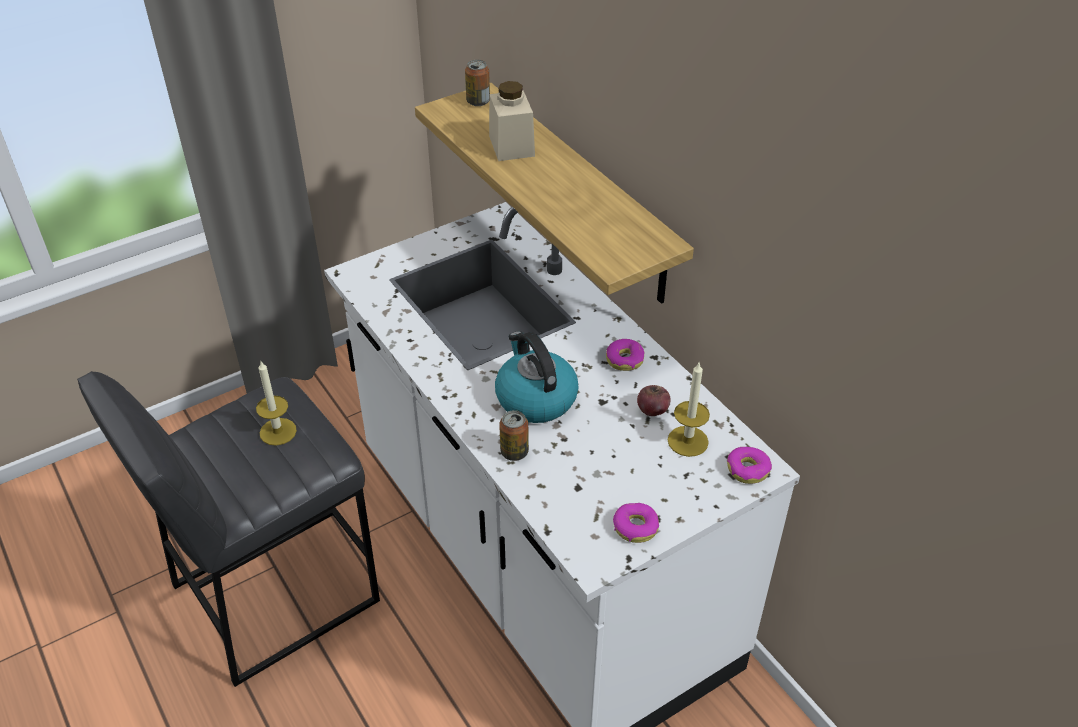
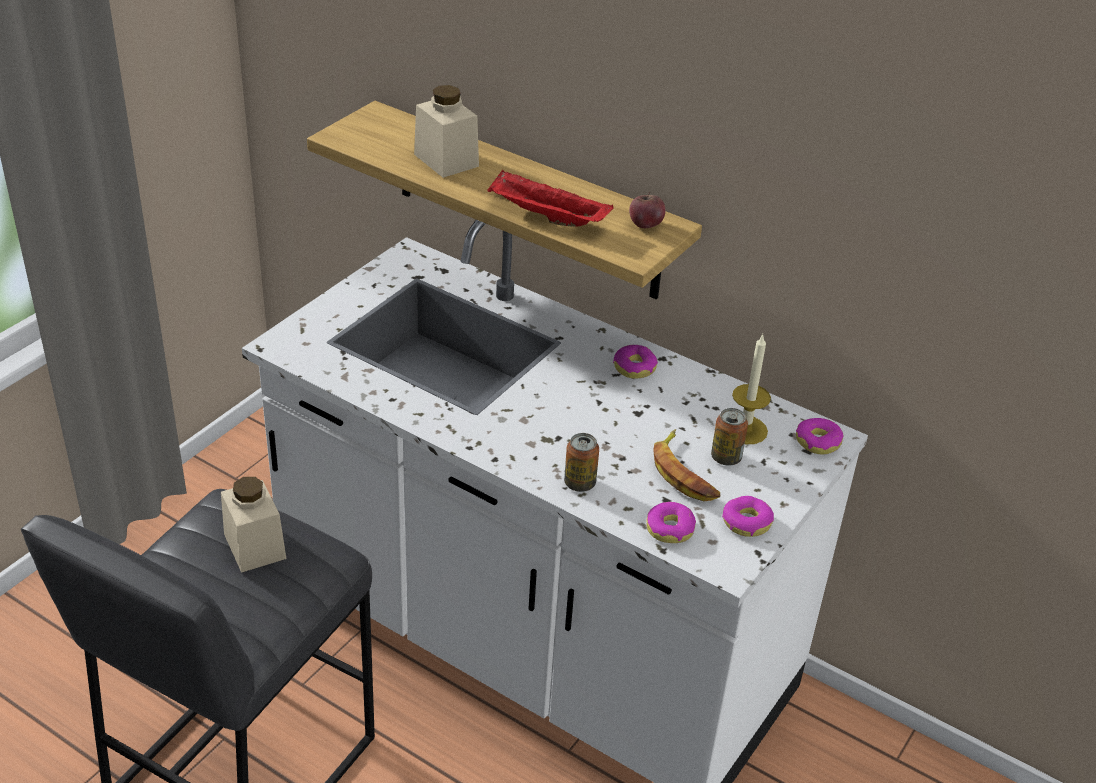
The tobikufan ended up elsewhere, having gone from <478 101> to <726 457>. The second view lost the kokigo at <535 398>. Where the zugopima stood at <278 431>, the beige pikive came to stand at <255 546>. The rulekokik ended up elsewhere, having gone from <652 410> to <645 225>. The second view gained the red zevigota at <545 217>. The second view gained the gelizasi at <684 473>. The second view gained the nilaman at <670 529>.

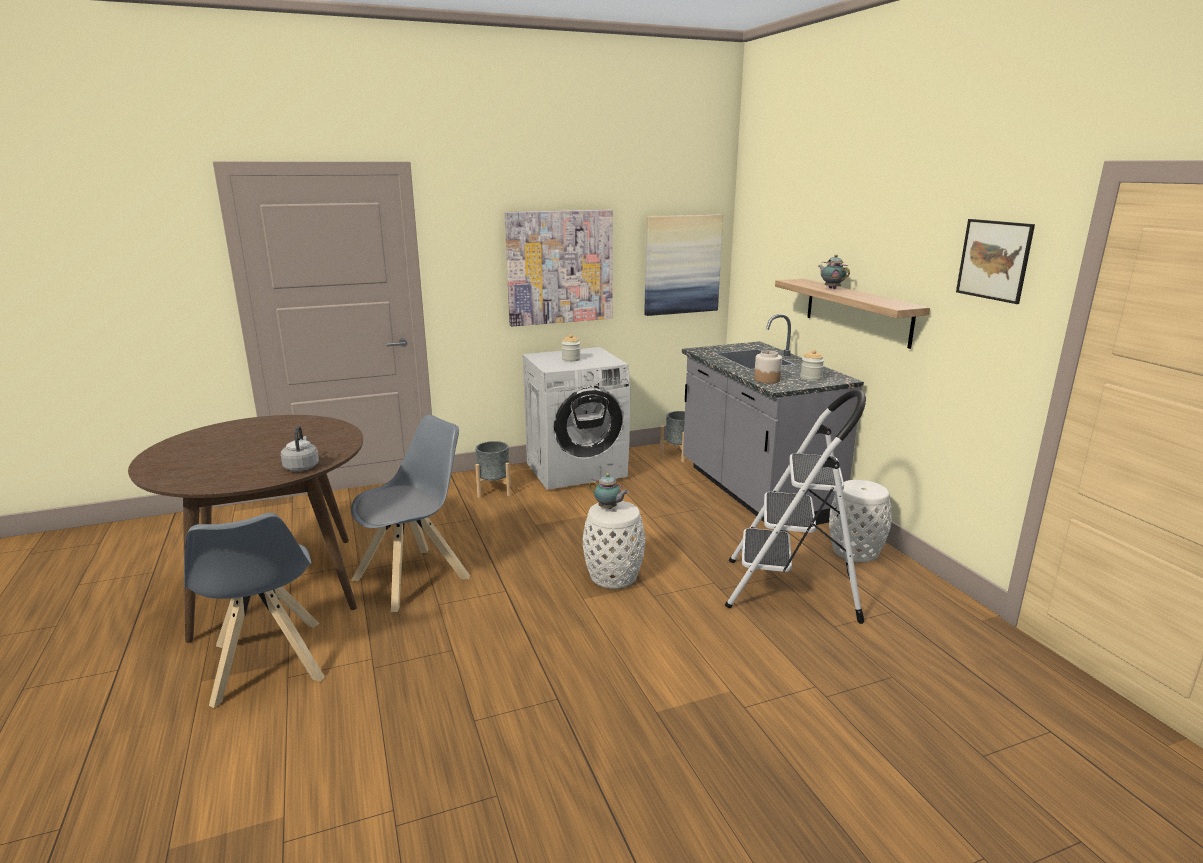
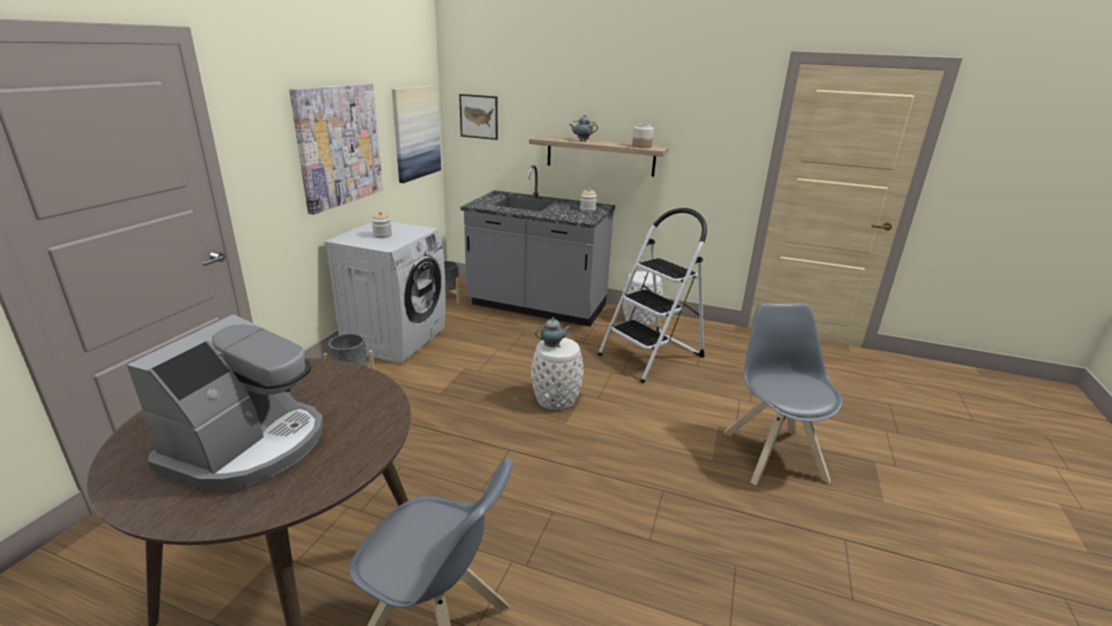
The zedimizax ended up elsewhere, having gone from <994 260> to <479 116>. The pikive ended up elsewhere, having gone from <766 379> to <641 146>. The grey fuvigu ended up elsewhere, having gone from <414 577> to <773 453>. The second view lost the grey kokigo at <302 466>. The second view gained the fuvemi at <248 446>.

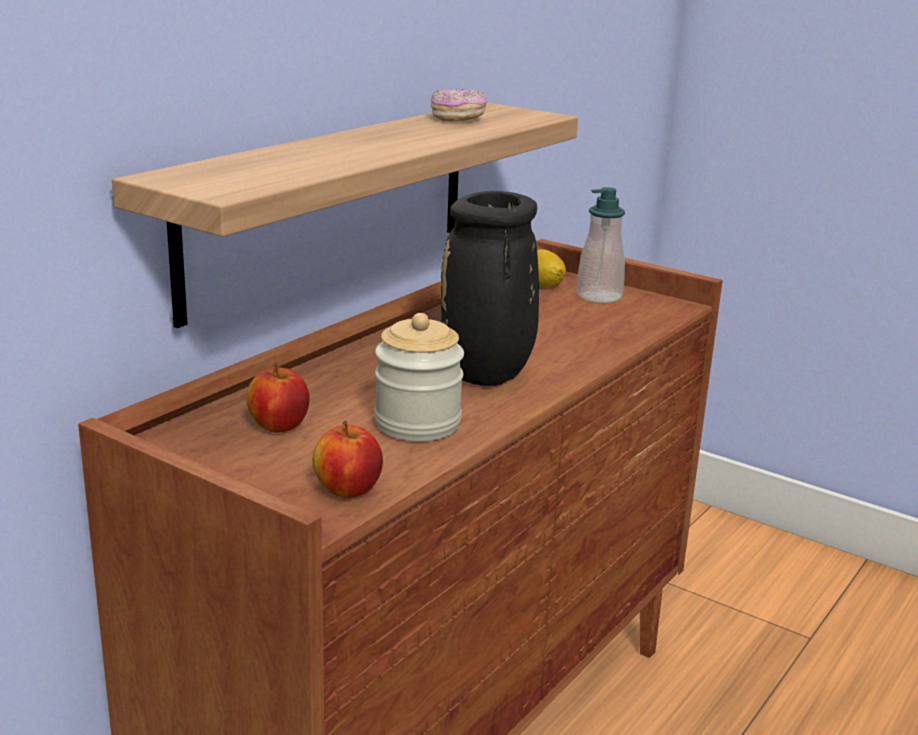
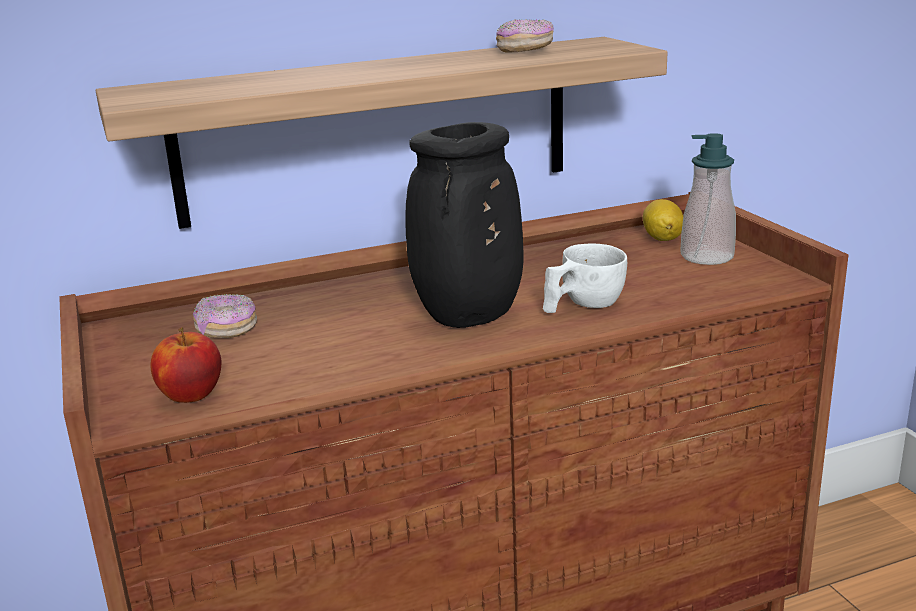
The second view lost the pikive at <417 424>. Where the rulekokik stood at <278 427>, the nilaman came to stand at <226 330>. The second view gained the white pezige at <581 305>.

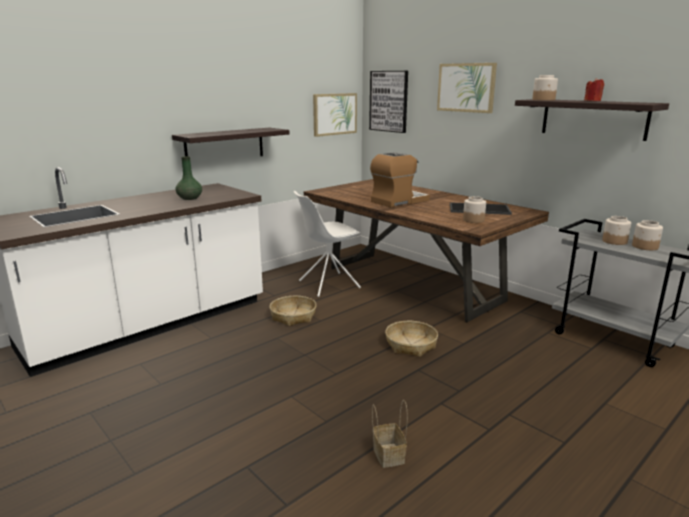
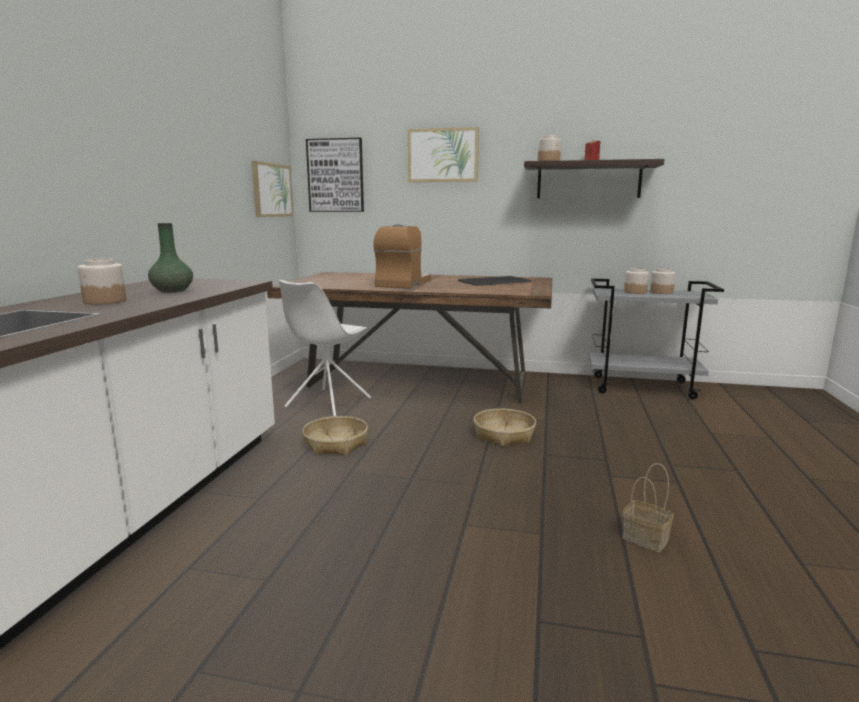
The second view lost the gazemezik at <225 145>. The pikive ended up elsewhere, having gone from <473 220> to <104 301>.

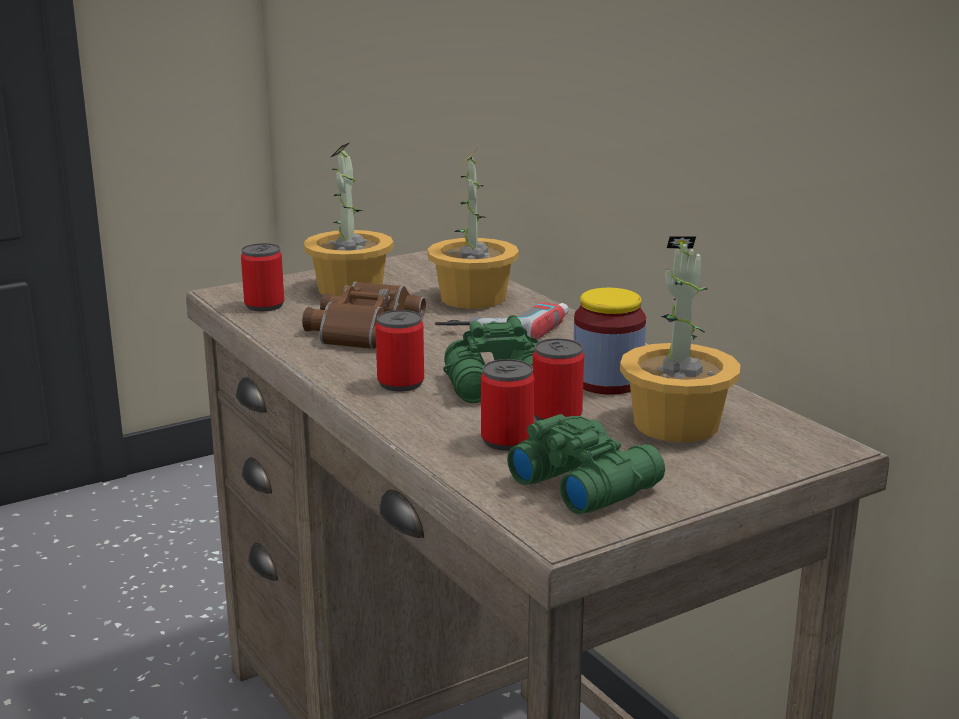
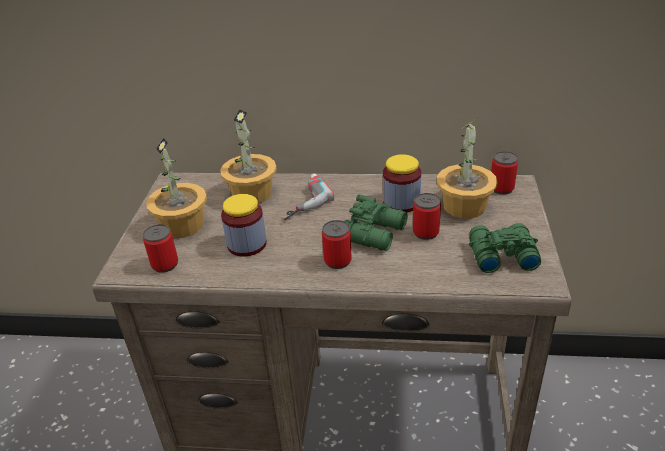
Where the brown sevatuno stood at <361 328>, the pikive came to stand at <247 244>. The tobikufan ended up elsewhere, having gone from <507 440> to <501 188>.

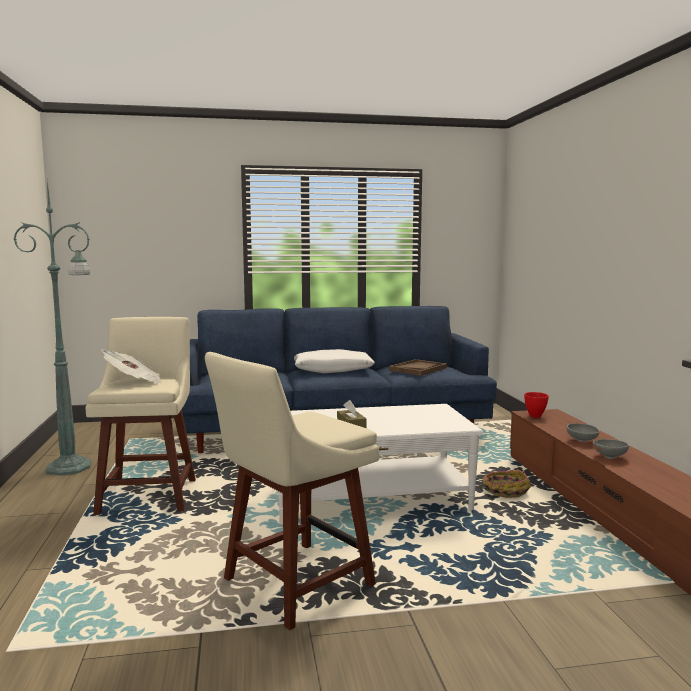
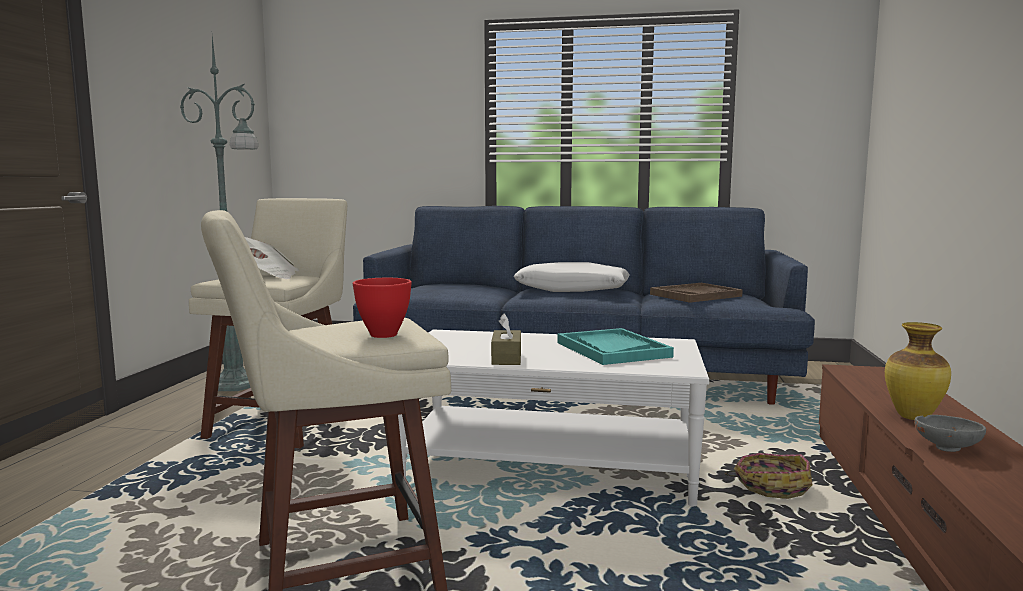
The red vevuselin ended up elsewhere, having gone from <535 416> to <385 335>. Where the grey vevuselin stood at <582 441>, the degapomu came to stand at <912 417>. The second view gained the turquoise zevigota at <612 349>.

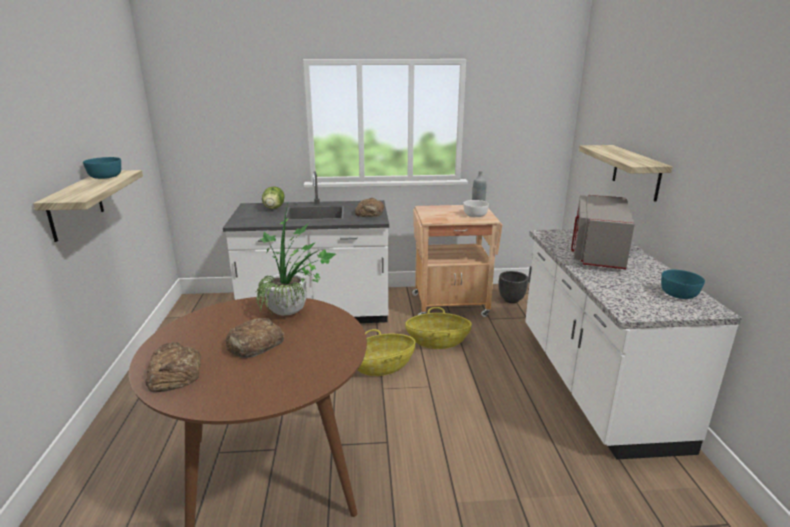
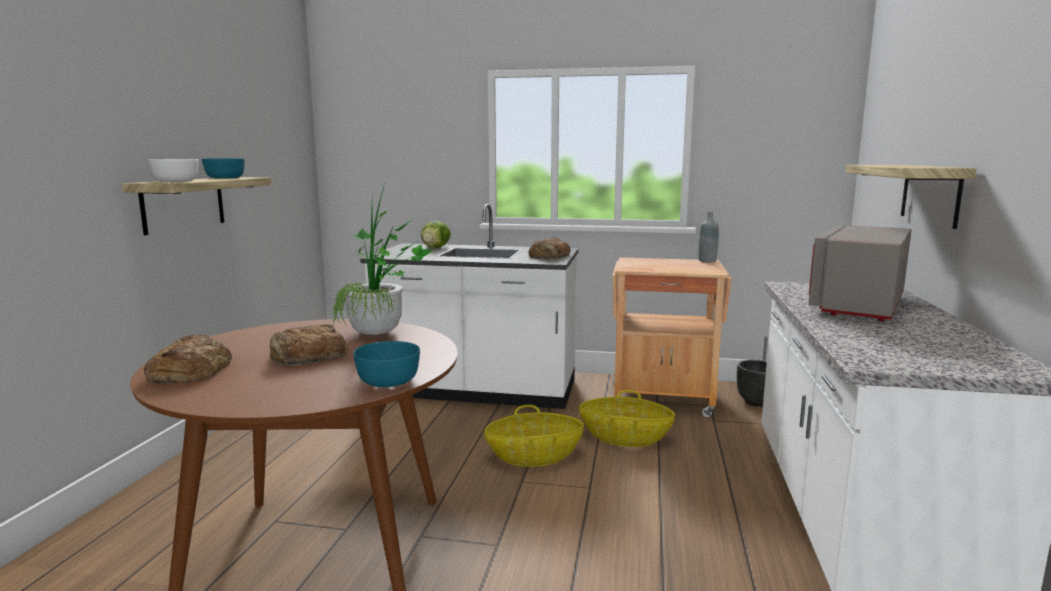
The white vevuselin ended up elsewhere, having gone from <475 215> to <177 181>. The turquoise vevuselin ended up elsewhere, having gone from <679 294> to <387 381>.

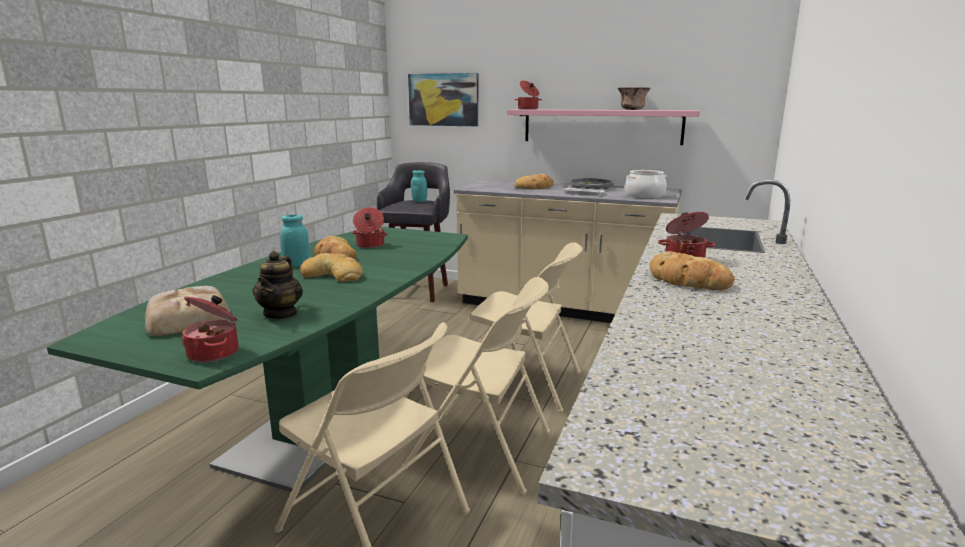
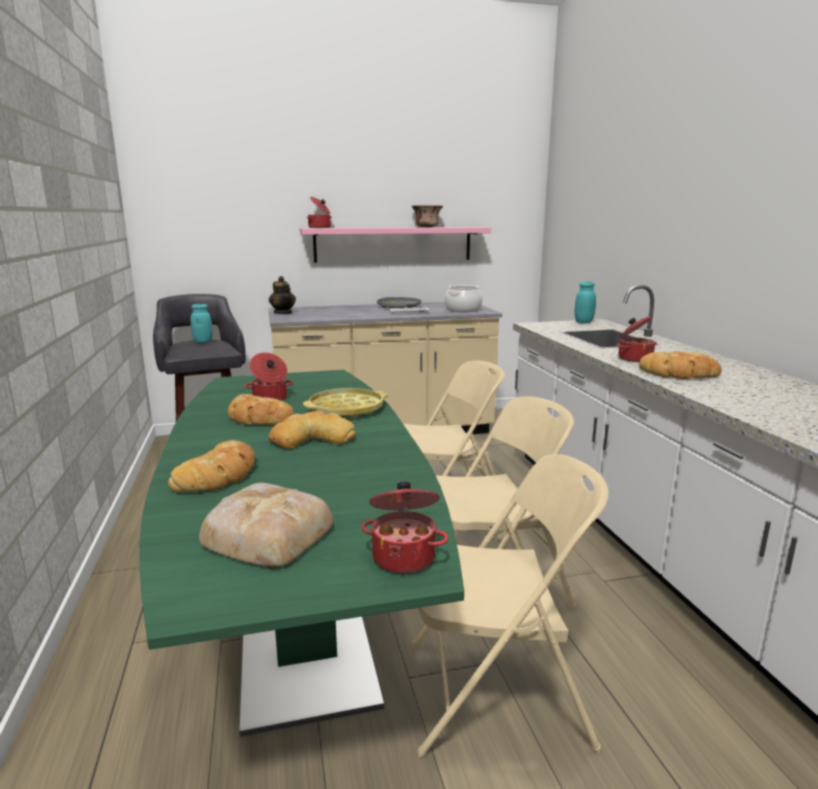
The second view lost the zedimizax at <443 100>. The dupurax ended up elsewhere, having gone from <535 187> to <219 475>. The turquoise pikive ended up elsewhere, having gone from <296 264> to <584 322>. The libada ended up elsewhere, having gone from <281 314> to <283 313>. The second view gained the yellow zevigota at <346 409>.

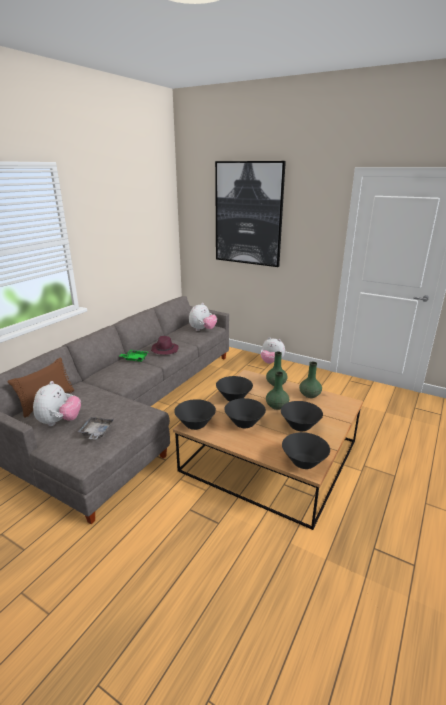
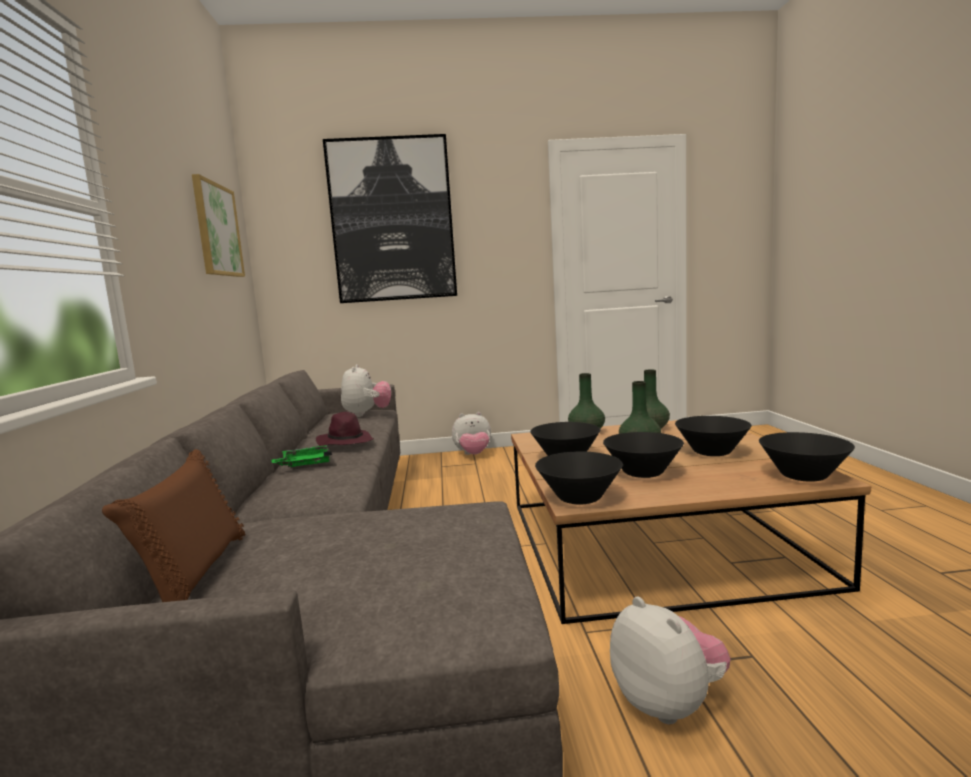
The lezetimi ended up elsewhere, having gone from <59 422> to <668 703>. The second view lost the grey zevigota at <96 432>. The second view gained the zedimizax at <217 230>.

